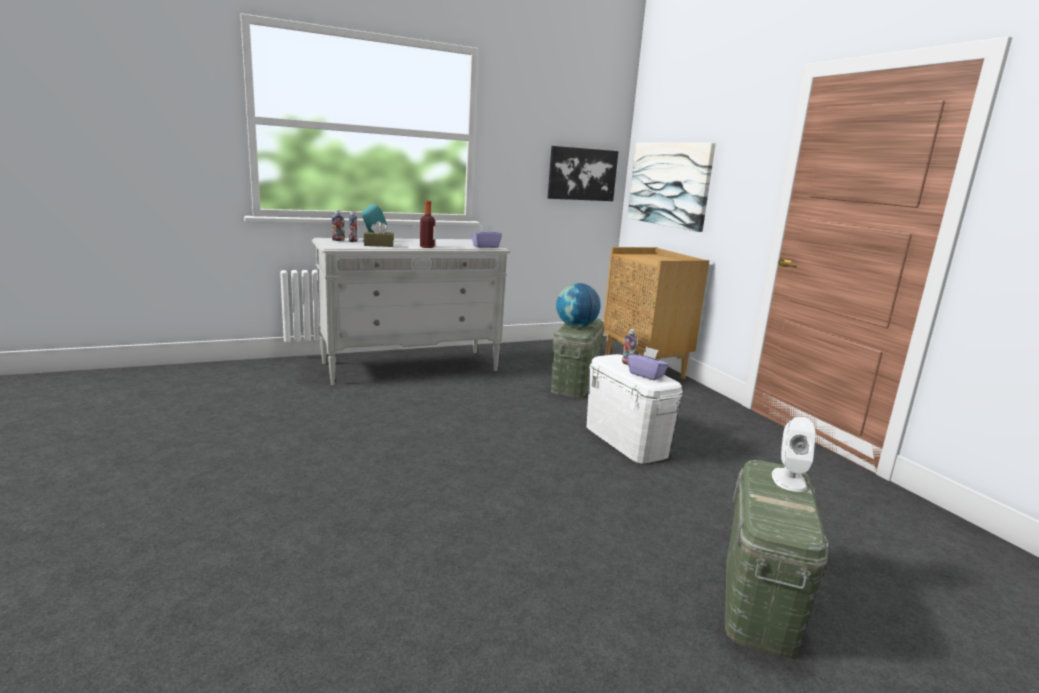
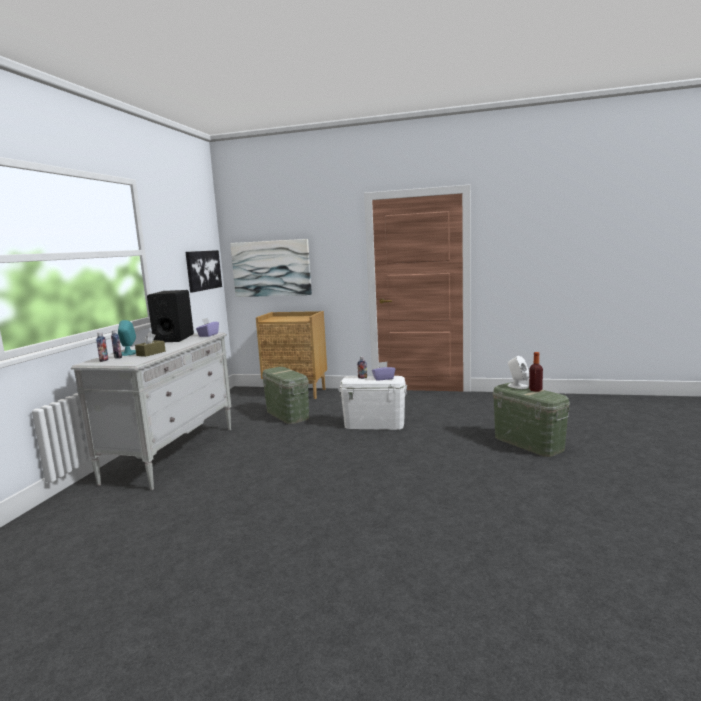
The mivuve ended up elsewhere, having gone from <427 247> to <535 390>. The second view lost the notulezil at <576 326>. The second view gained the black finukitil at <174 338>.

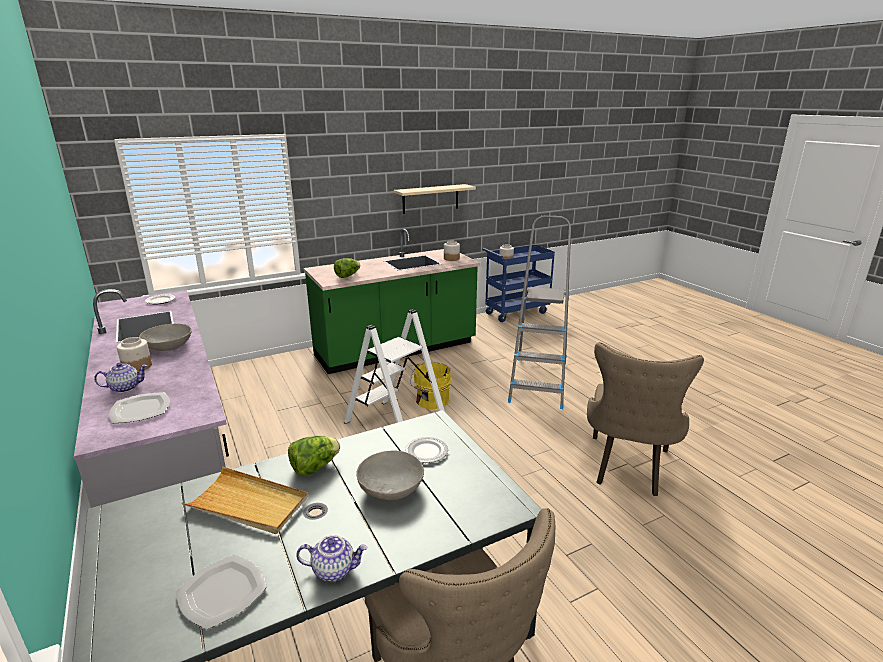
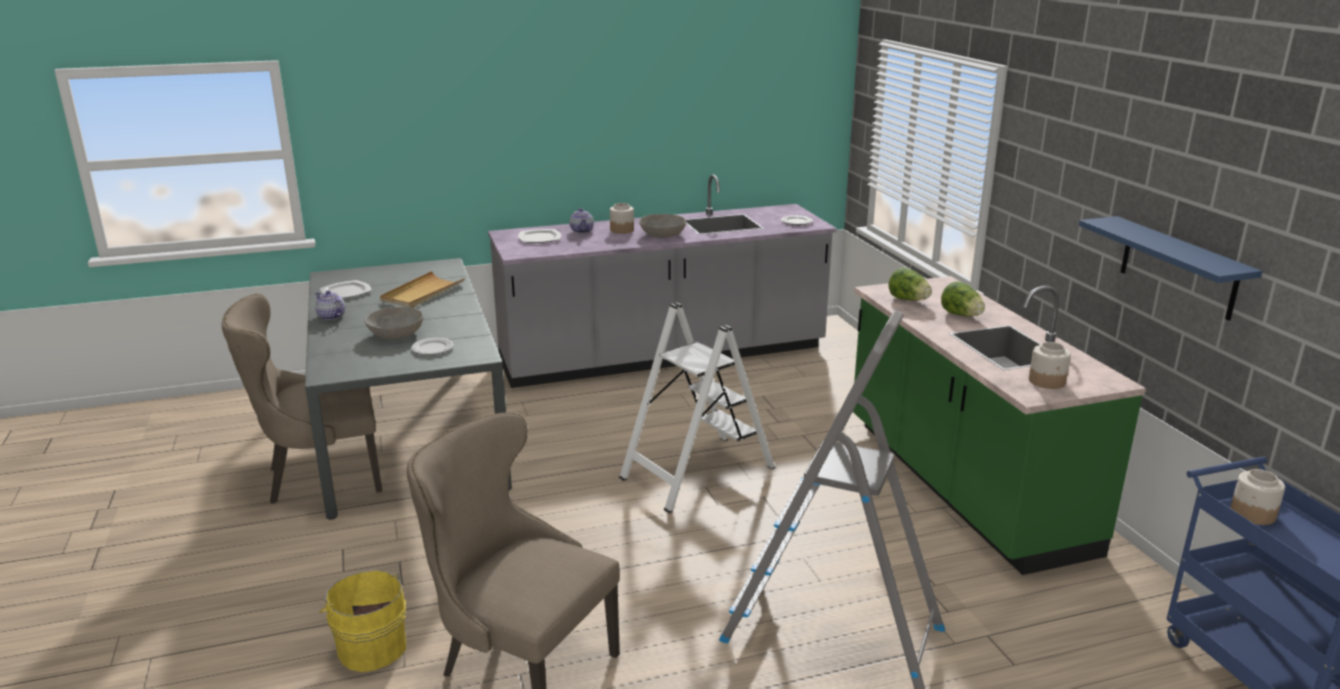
What was the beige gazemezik at <430 199> turned into the blue gazemezik at <1178 268>. The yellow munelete ended up elsewhere, having gone from <431 401> to <371 647>. The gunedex ended up elsewhere, having gone from <314 467> to <961 315>. The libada at <334 570> ended up facing another way, 120 degrees clockwise from before.

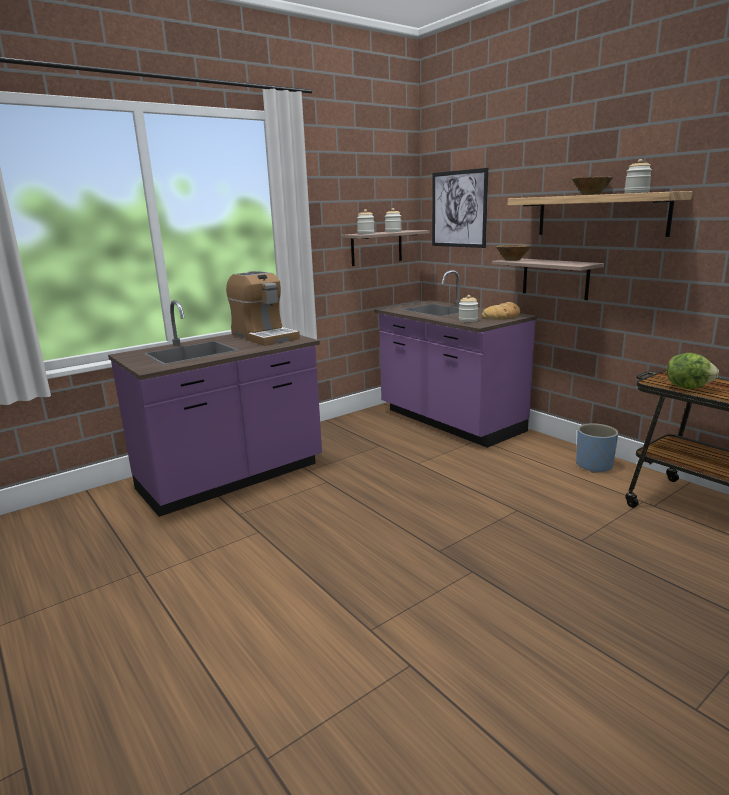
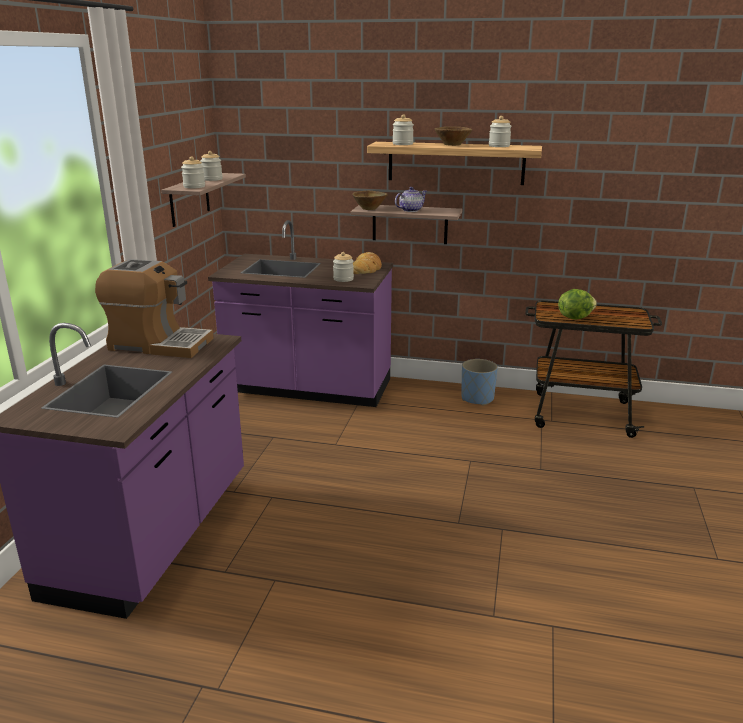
The second view lost the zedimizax at <458 209>. The second view gained the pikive at <402 144>. The second view gained the libada at <410 210>.

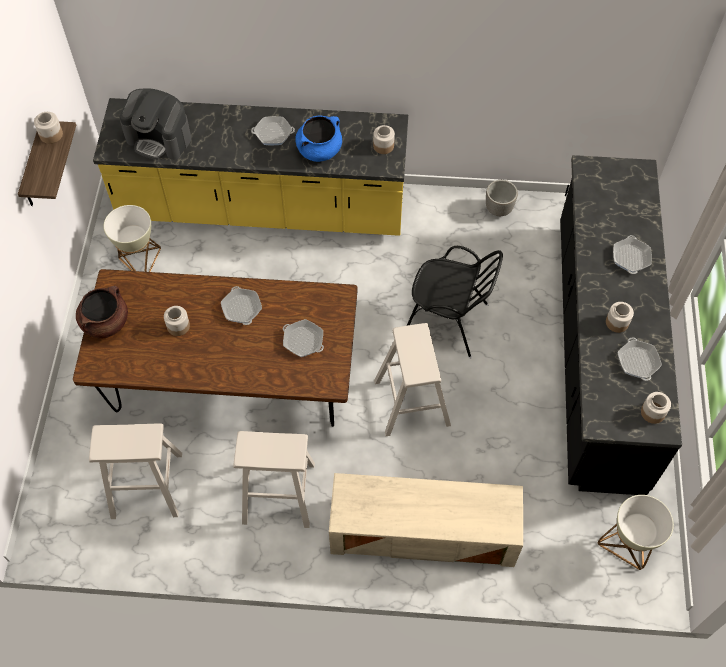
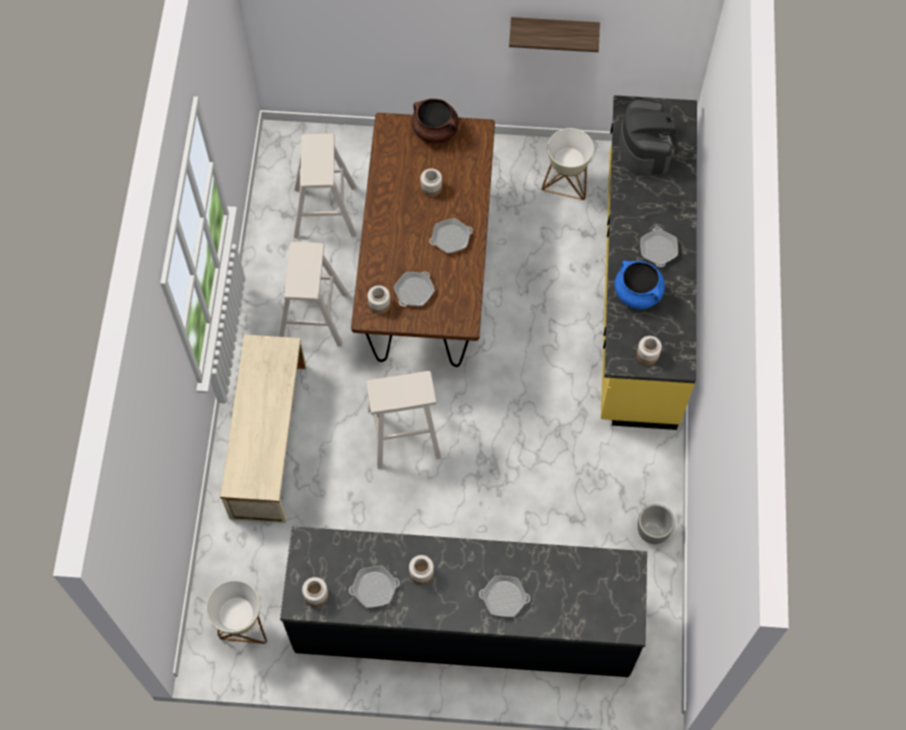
The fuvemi at <159 138> ended up facing another way, 150 degrees clockwise from before. The pikive ended up elsewhere, having gone from <51 135> to <379 304>. The second view lost the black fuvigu at <449 322>.

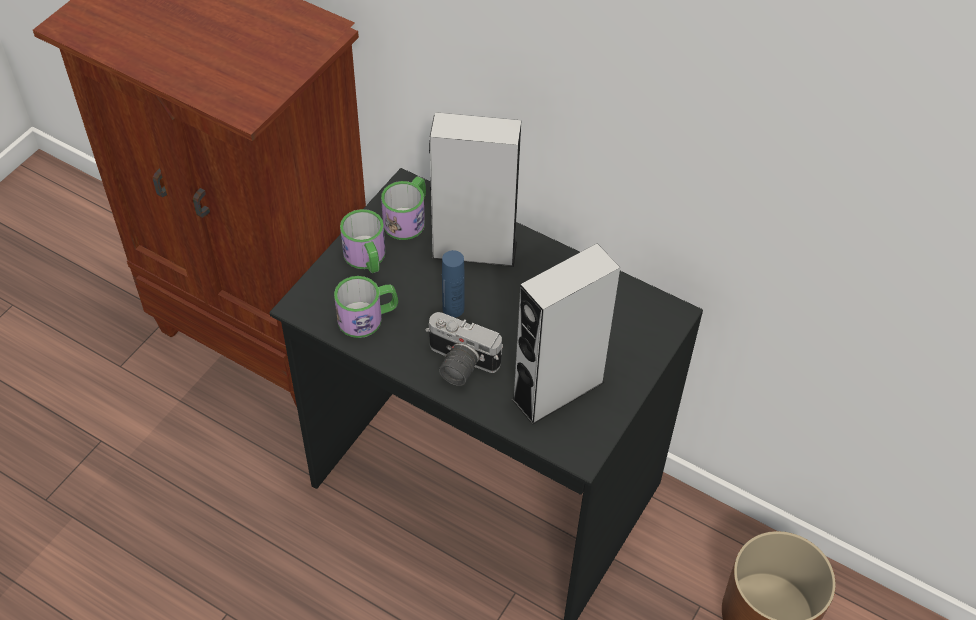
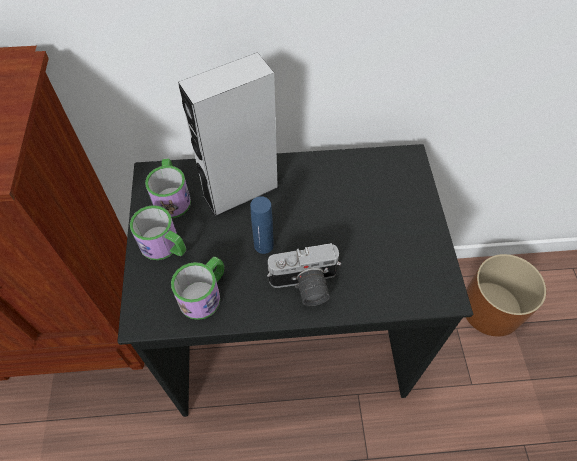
The second view lost the grey finukitil at <557 391>.

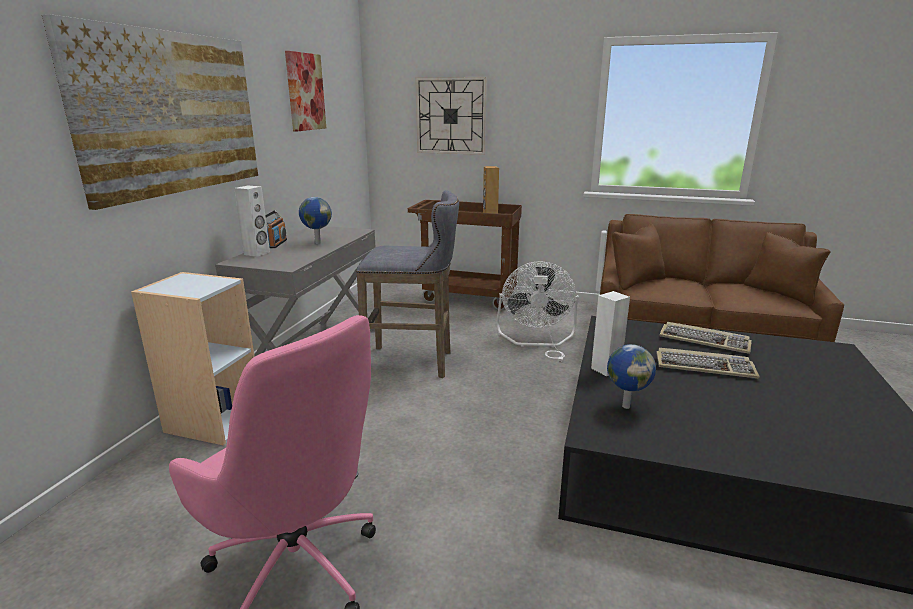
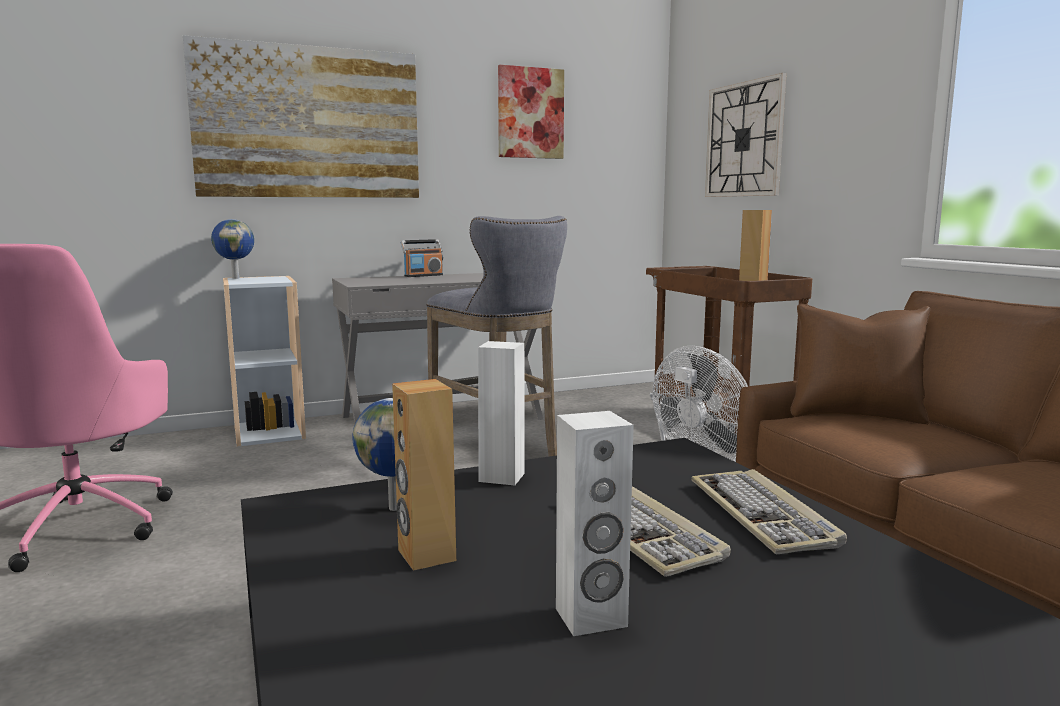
The white finukitil ended up elsewhere, having gone from <257 253> to <591 618>. The notulezil ended up elsewhere, having gone from <317 243> to <236 278>. The second view gained the brown finukitil at <425 555>.

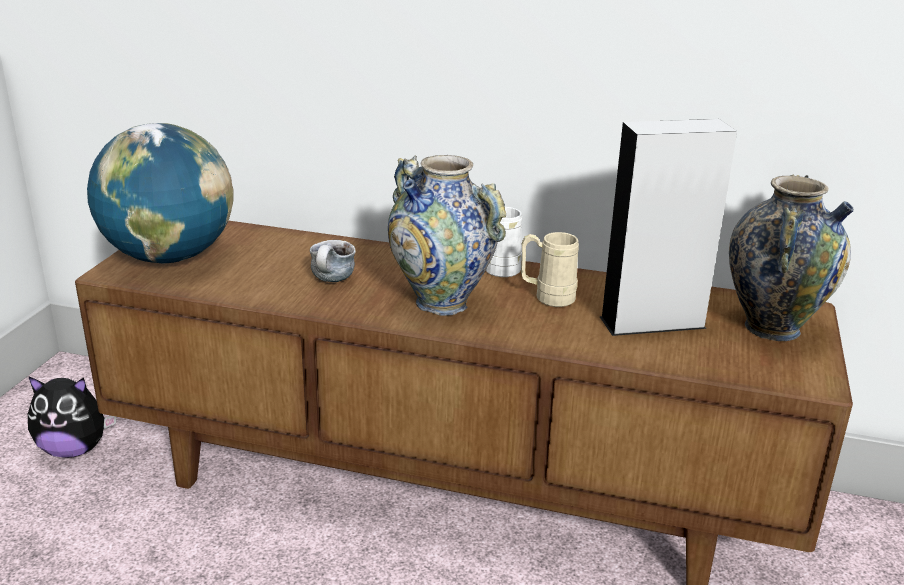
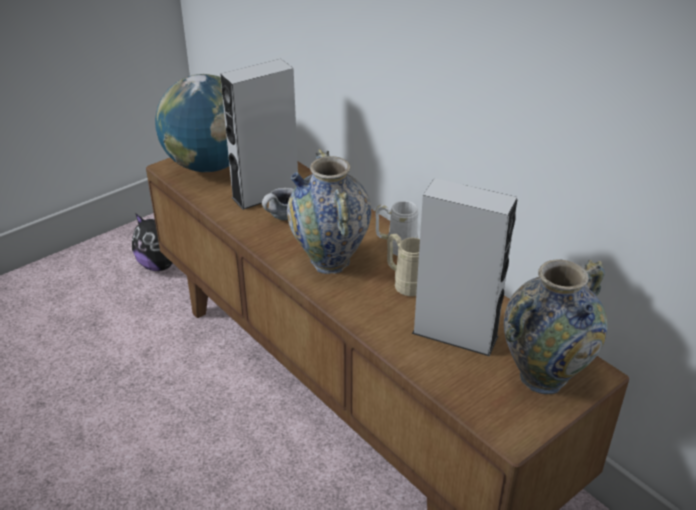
The second view gained the grey finukitil at <265 194>.

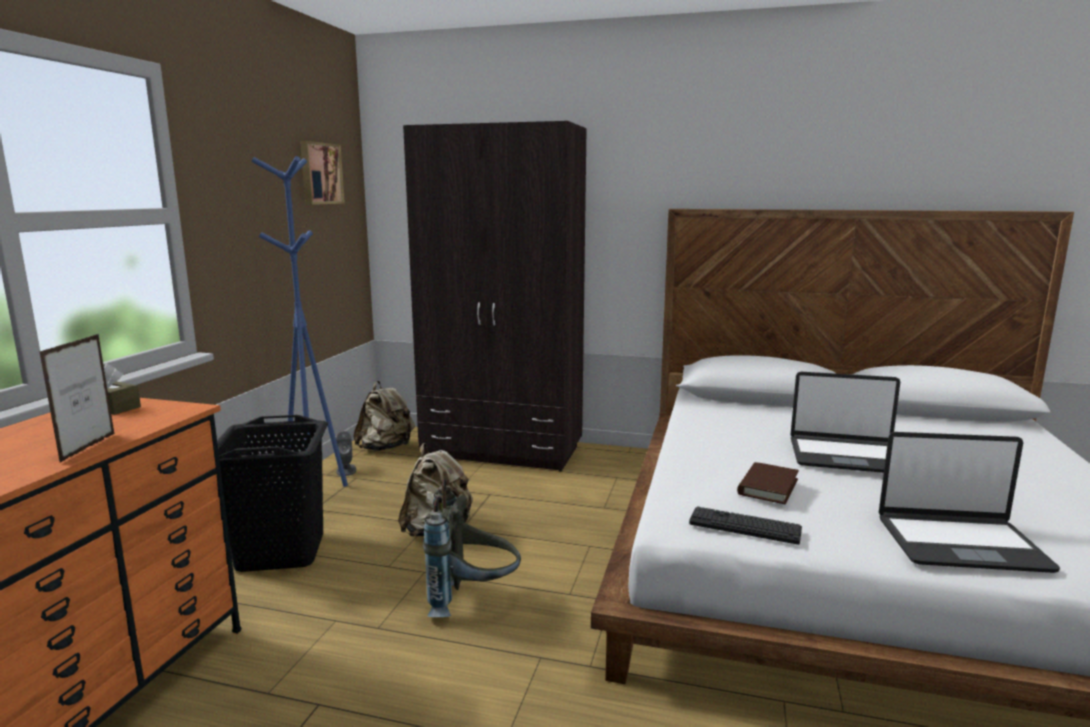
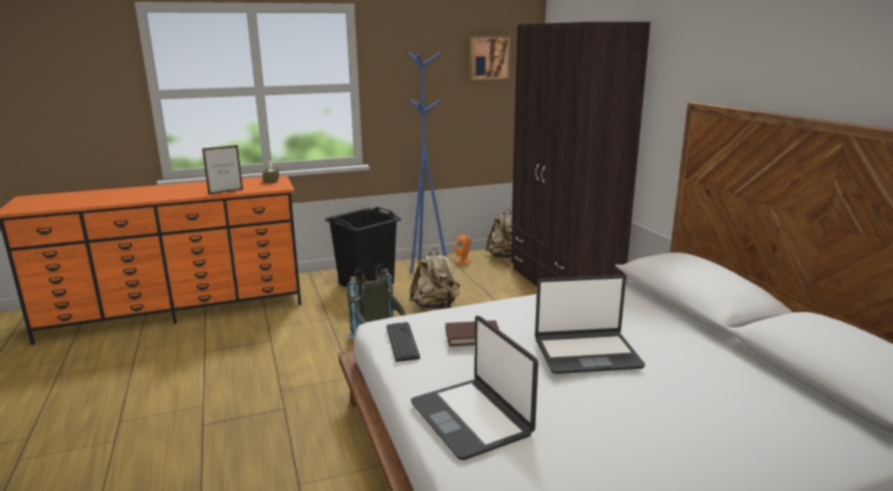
The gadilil at <844 456> ended up facing another way, 75 degrees counterclockwise from before. What was the grey finukitil at <346 470> turned into the orange finukitil at <463 261>.

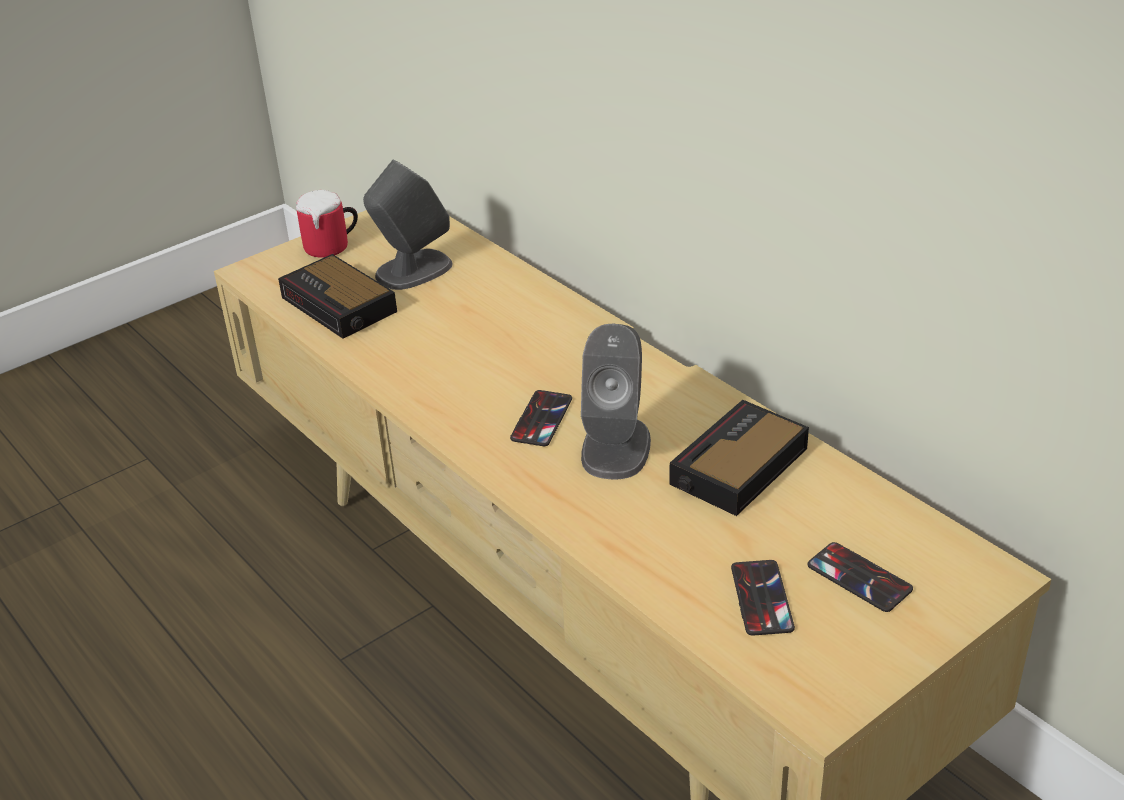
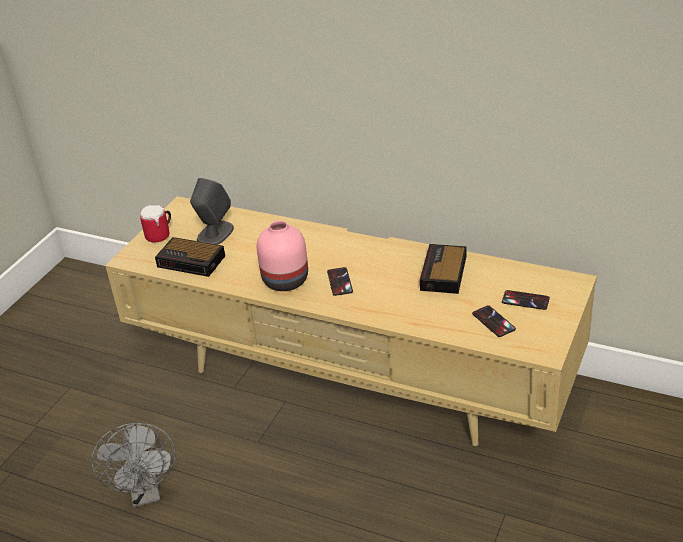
The second view lost the grey finukitil at <616 447>. The second view gained the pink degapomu at <284 281>. The second view gained the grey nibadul at <146 493>.

